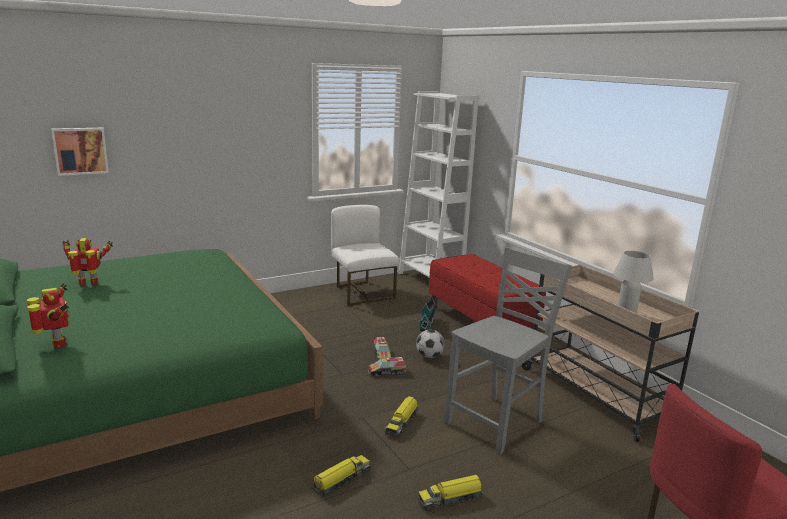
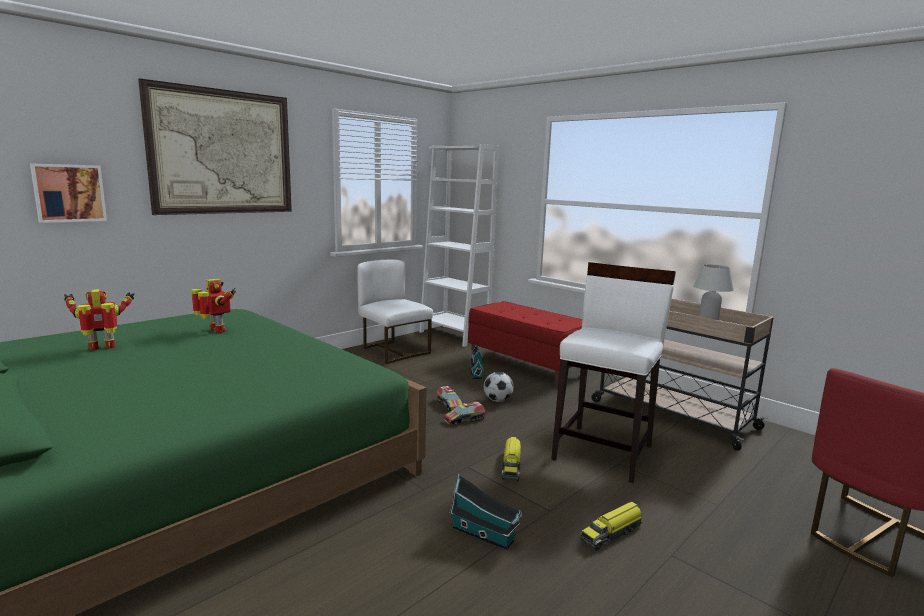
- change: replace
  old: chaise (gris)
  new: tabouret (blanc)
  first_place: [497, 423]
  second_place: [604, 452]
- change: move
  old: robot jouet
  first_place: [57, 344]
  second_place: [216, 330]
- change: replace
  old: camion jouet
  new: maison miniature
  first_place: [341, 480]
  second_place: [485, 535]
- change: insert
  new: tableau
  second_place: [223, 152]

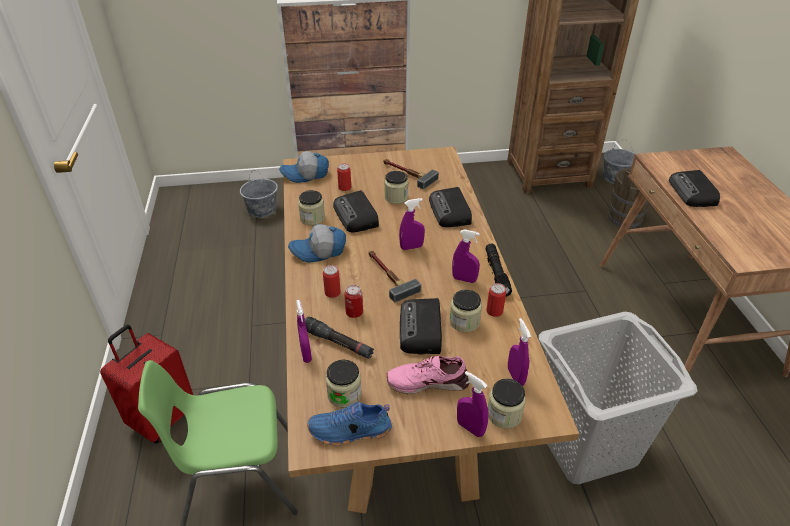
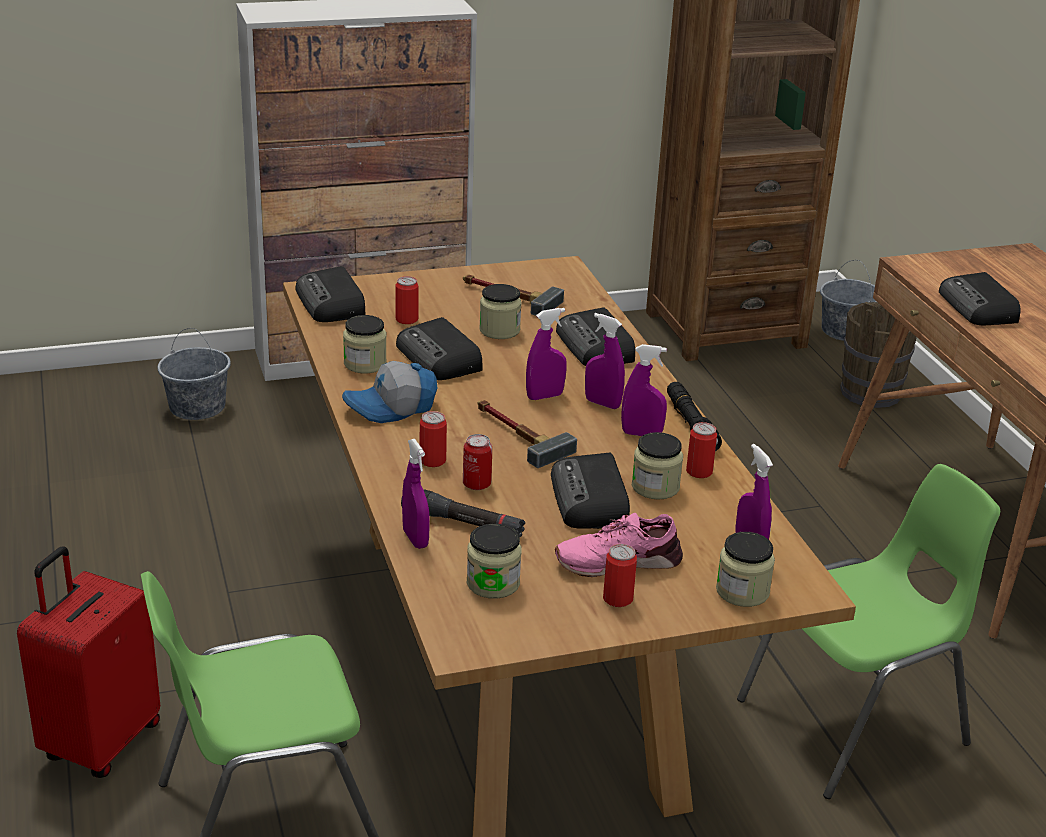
- change: replace
  old: casquette
  new: radio
  first_place: [305, 175]
  second_place: [331, 304]
- change: replace
  old: panier à linge (gris)
  new: chaise (vert)
  first_place: [587, 444]
  second_place: [857, 723]
- change: move
  old: vaporisateur (violet)
  first_place: [470, 428]
  second_place: [602, 403]
- change: delete
  old: chaussure (bleu)
  first_place: [350, 432]
- change: insert
  new: boîte métallique
  second_place: [617, 599]

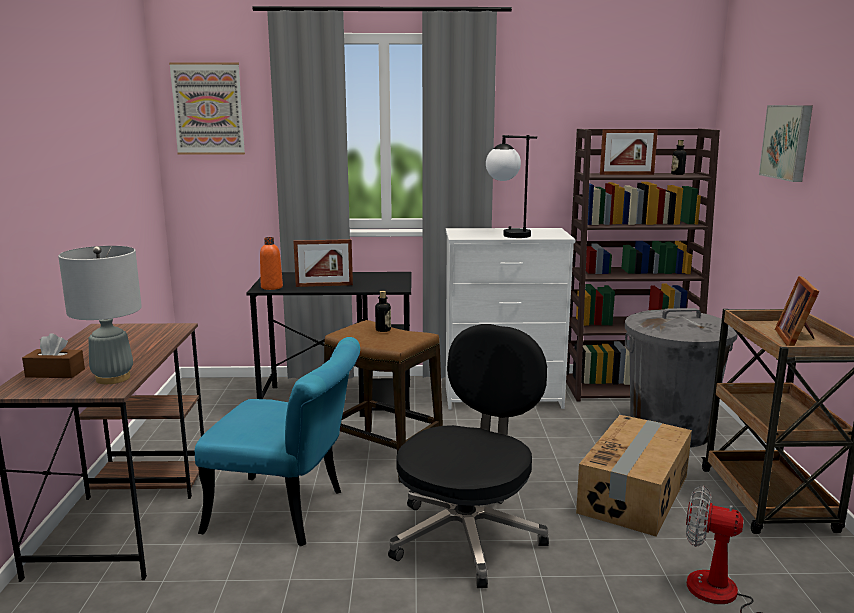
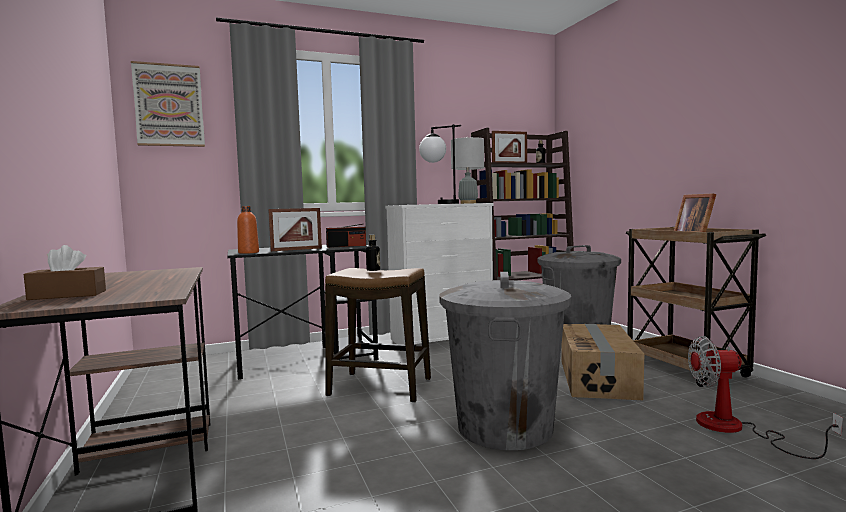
- change: delete
  old: tableau
  first_place: [788, 142]
- change: move
  old: lampe de table (gris)
  first_place: [113, 378]
  second_place: [468, 203]
- change: replace
  old: chaise de bureau (noir)
  new: poubelle (gris)
  first_place: [468, 535]
  second_place: [505, 427]
- change: delete
  old: chaise (turquoise)
  first_place: [289, 512]
- change: insert
  new: radio
  second_place: [346, 246]

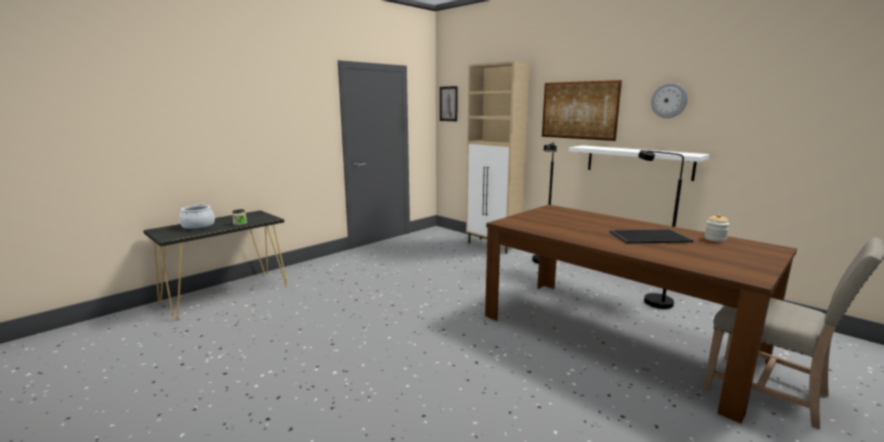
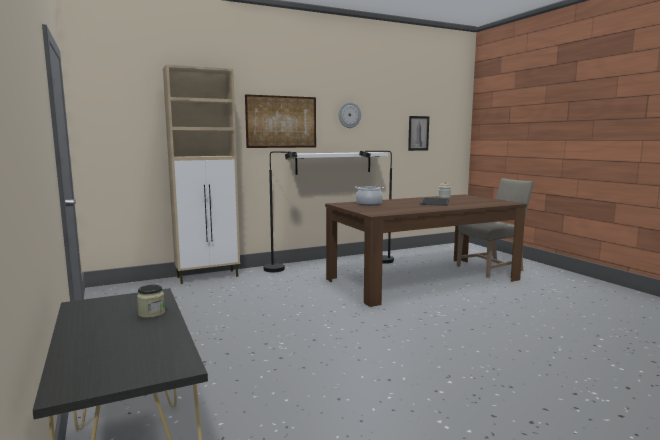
- change: move
  old: tableau
  first_place: [448, 103]
  second_place: [418, 133]
- change: move
  old: marmite
  first_place: [198, 226]
  second_place: [369, 204]

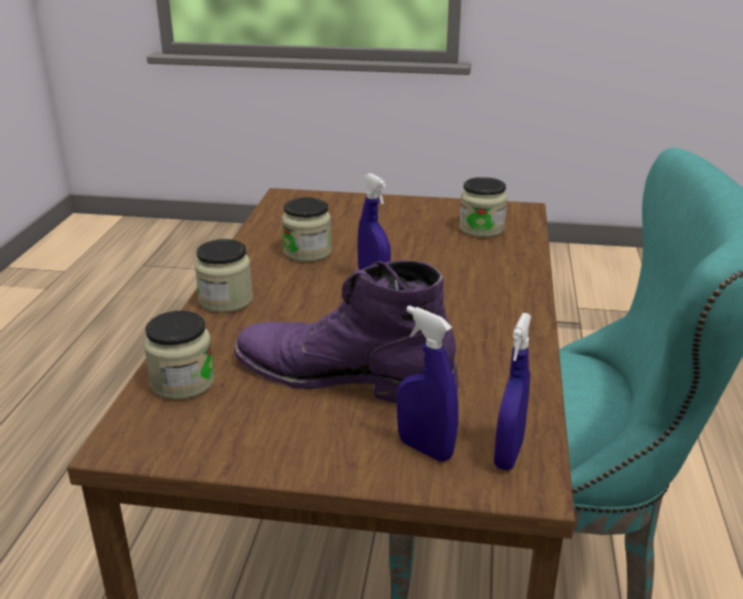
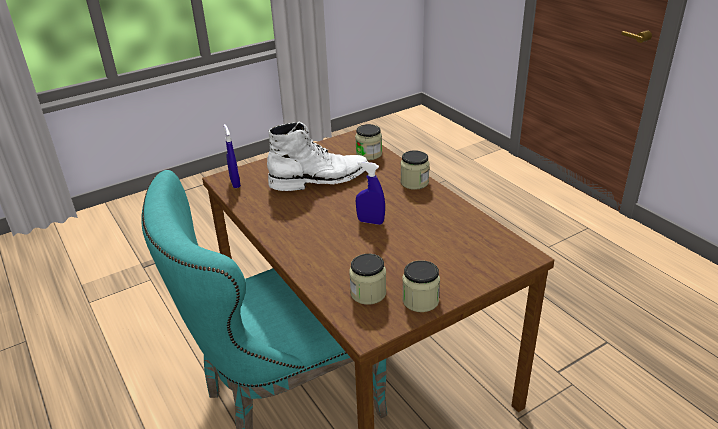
- change: move
  old: bocal
  first_place: [307, 252]
  second_place: [420, 300]
- change: recolor
  old: botte (violet)
  new: botte (blanc)
  first_place: [343, 375]
  second_place: [320, 179]
- change: delete
  old: vaporisateur (bleu)
  first_place: [425, 449]

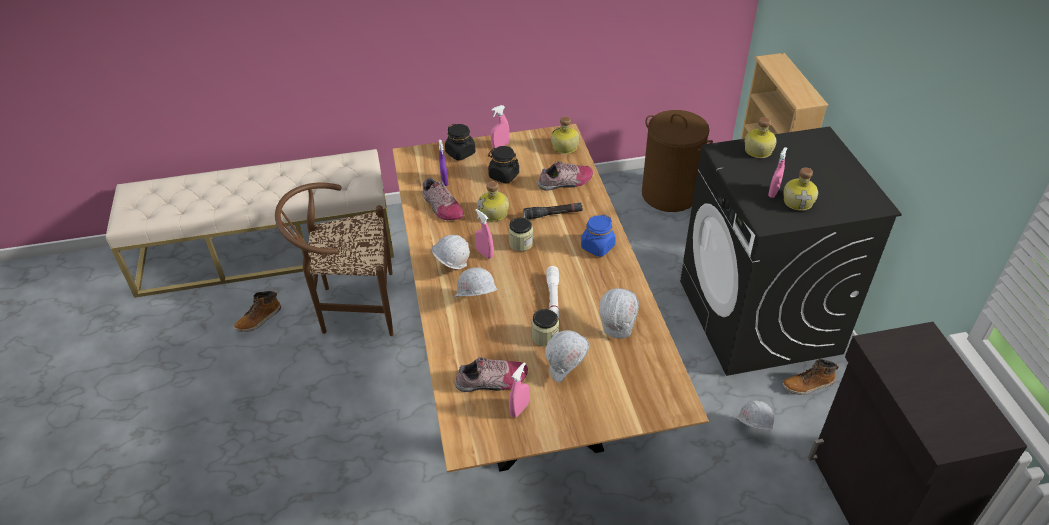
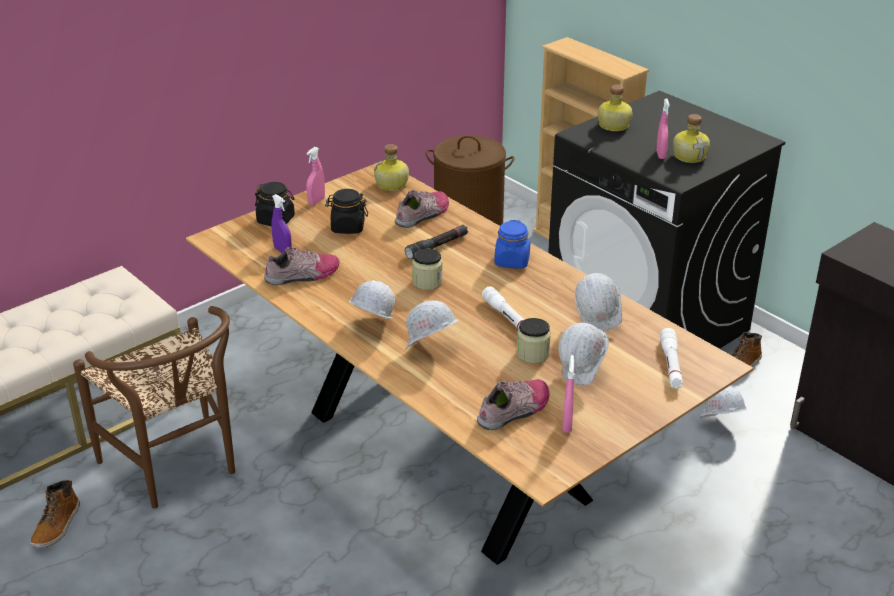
- change: rotate
  old: chaussure
  first_place: [441, 207]
  second_place: [303, 275]
  degrees: -45
- change: delete
  old: bouteille
  first_place: [494, 213]
- change: rotate
  old: chaise (marron)
  first_place: [351, 307]
  second_place: [177, 469]
  degrees: -90
- change: delete
  old: vaporisateur (rose)
  first_place: [484, 253]
- change: insert
  new: lampe de poche (blanc)
  second_place: [671, 364]

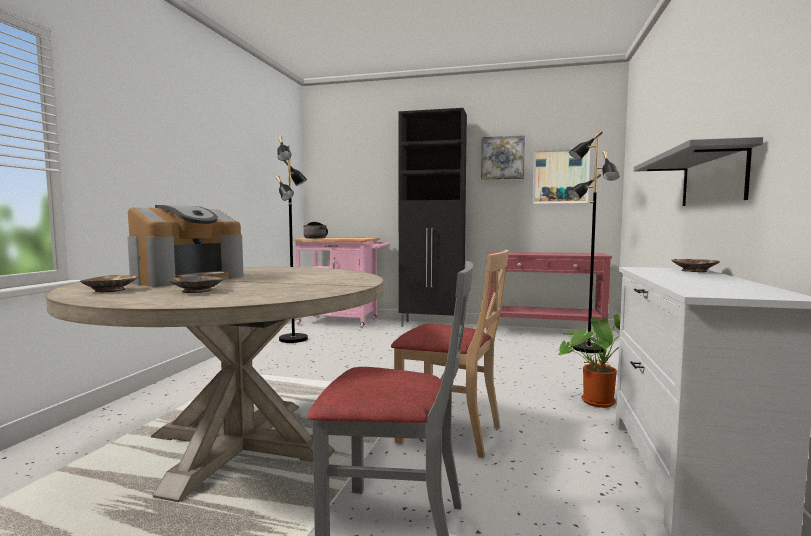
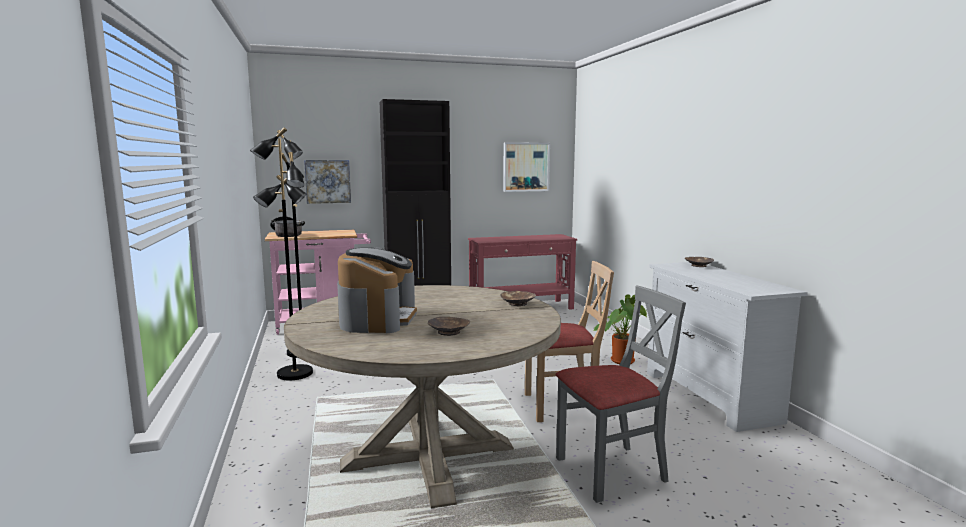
- change: move
  old: lampadaire (noir)
  first_place: [587, 349]
  second_place: [294, 374]
- change: move
  old: tableau
  first_place: [502, 158]
  second_place: [328, 181]
- change: delete
  old: étagère (gris)
  first_place: [712, 178]
- change: move
  old: bol (marron)
  first_place: [111, 290]
  second_place: [518, 303]

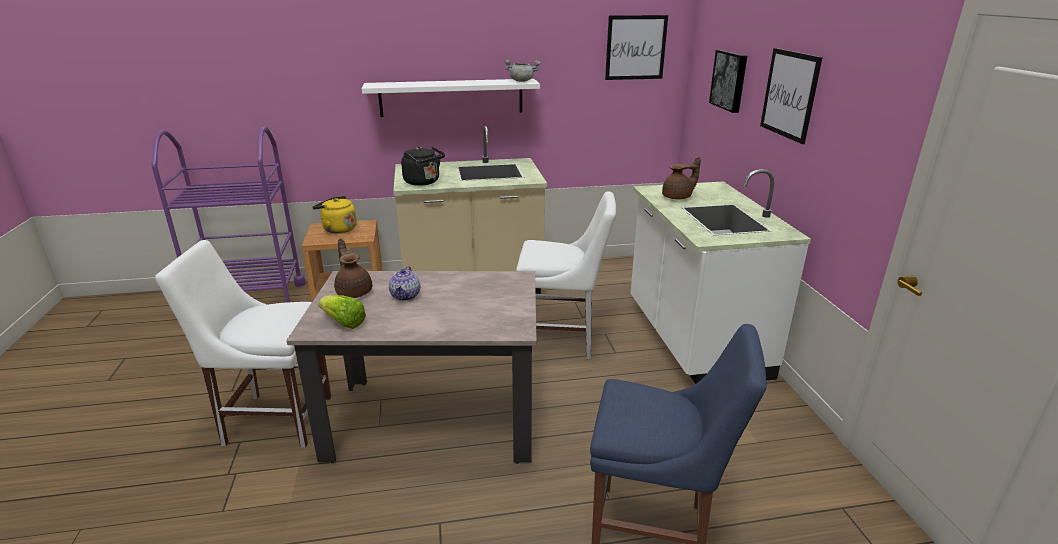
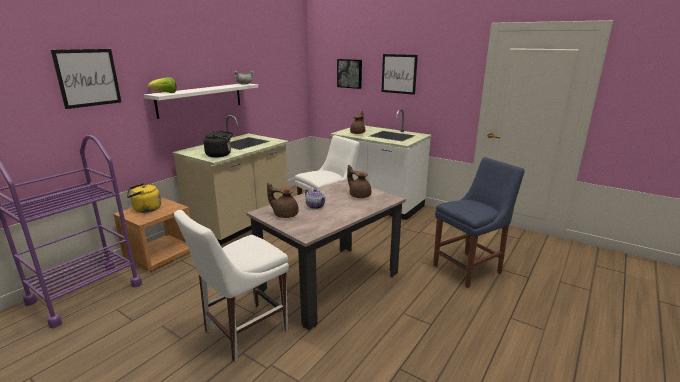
- change: move
  old: tableau
  first_place: [635, 47]
  second_place: [88, 78]
- change: move
  old: laitue
  first_place: [343, 323]
  second_place: [165, 93]
- change: insert
  new: théière (marron)
  second_place: [359, 195]

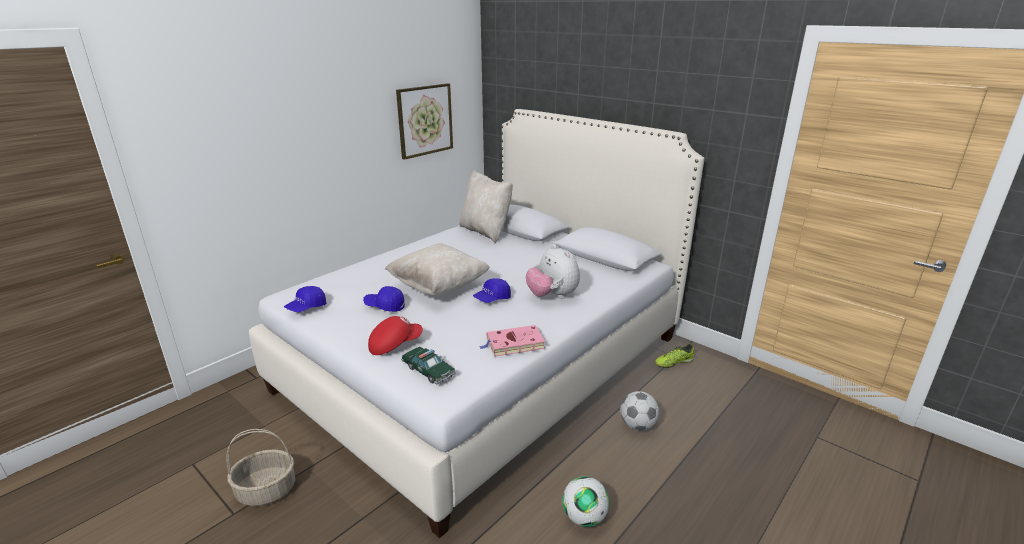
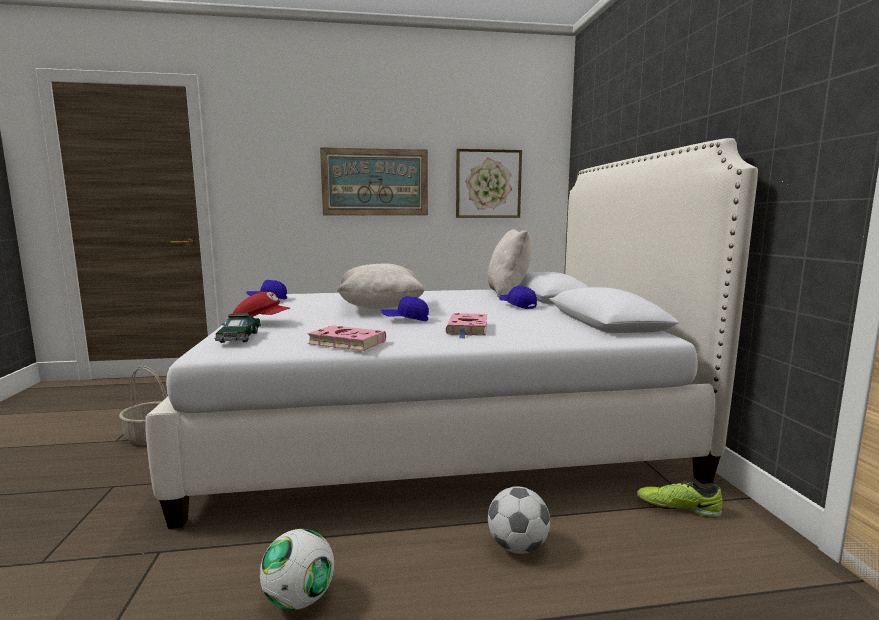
- change: replace
  old: peluche
  new: livre (rose)
  first_place: [552, 296]
  second_place: [468, 329]
- change: move
  old: casquette (bleu)
  first_place: [385, 306]
  second_place: [517, 306]
- change: insert
  new: tableau
  second_place: [375, 182]

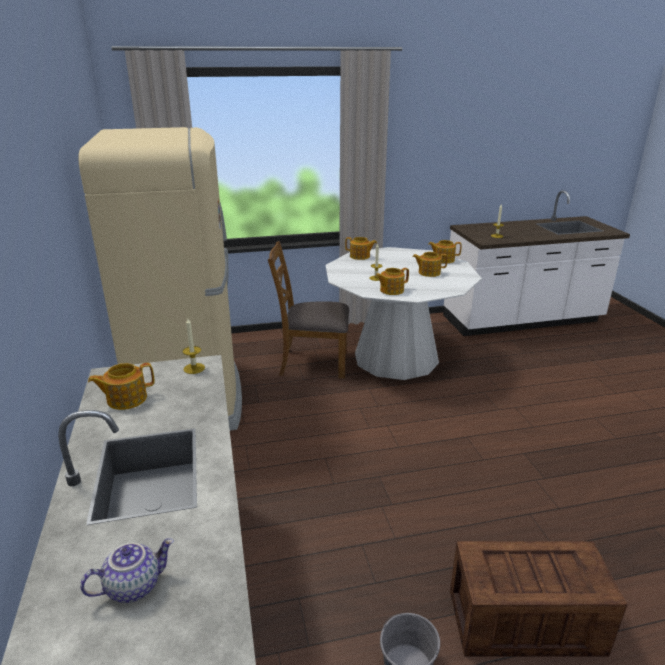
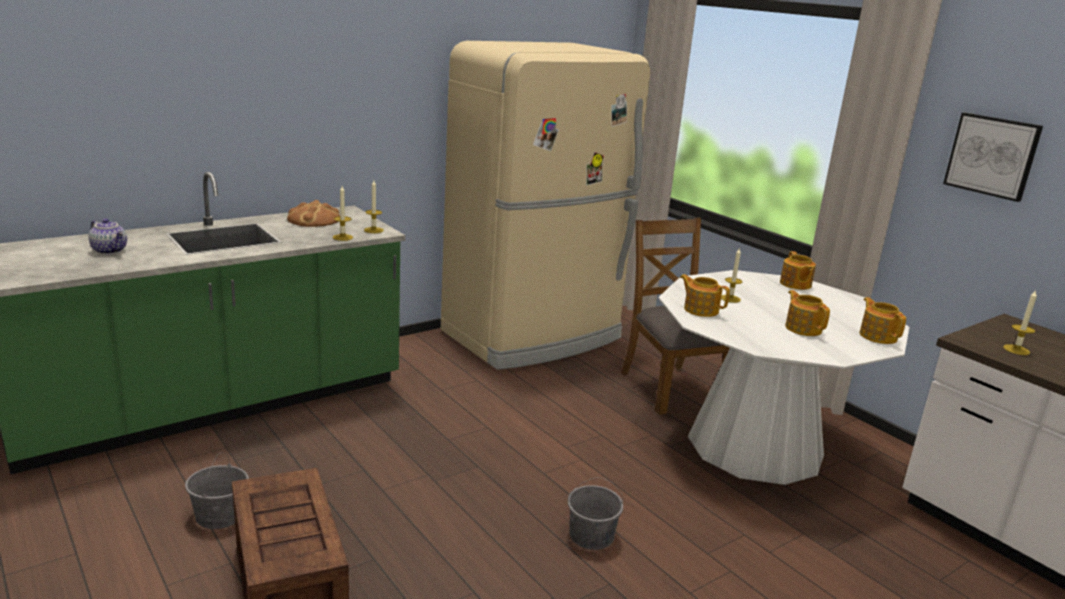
- change: replace
  old: théière
  new: pain
  first_place: [126, 399]
  second_place: [314, 219]
- change: insert
  new: tableau
  second_place: [992, 156]
- change: insert
  new: bougie
  second_place: [342, 237]
- change: insert
  new: seau (gris)
  second_place: [592, 536]

